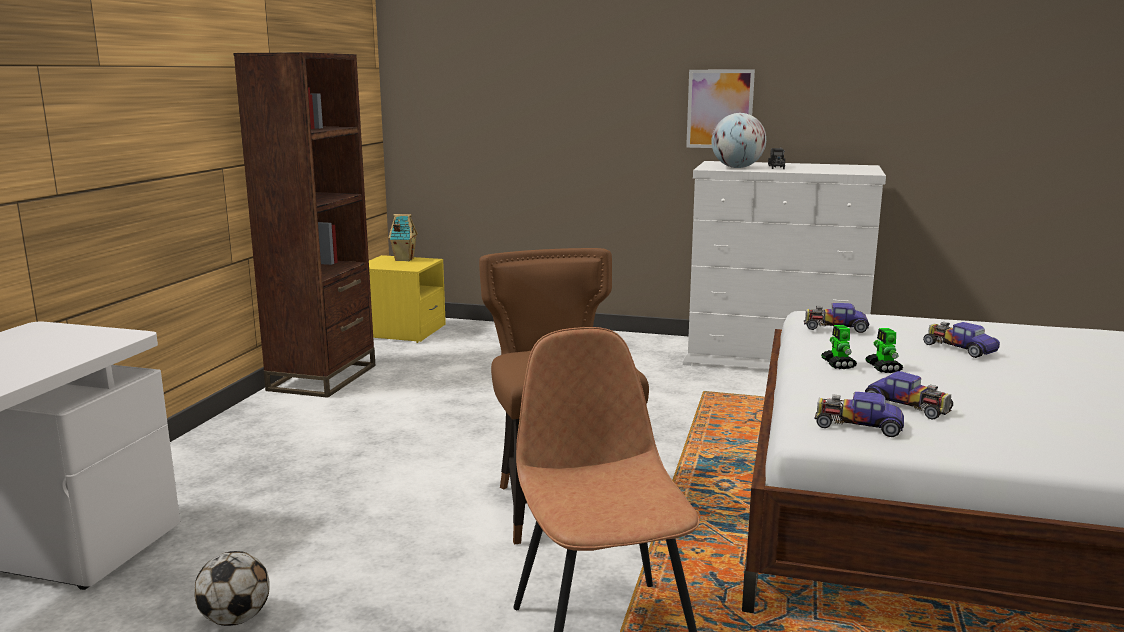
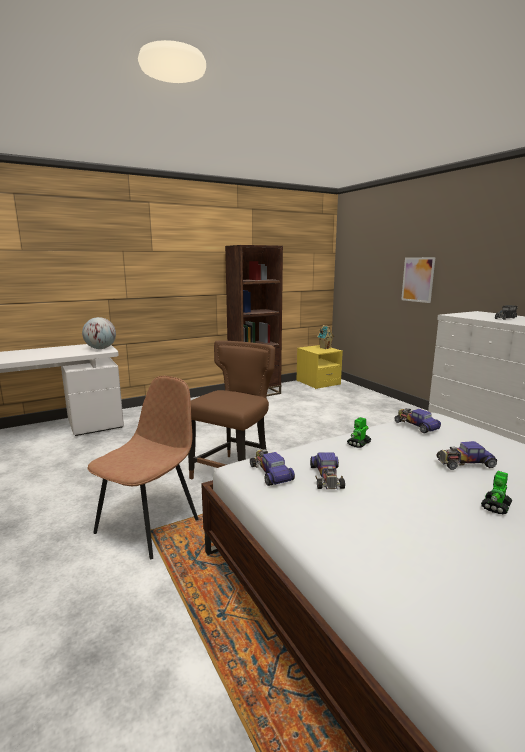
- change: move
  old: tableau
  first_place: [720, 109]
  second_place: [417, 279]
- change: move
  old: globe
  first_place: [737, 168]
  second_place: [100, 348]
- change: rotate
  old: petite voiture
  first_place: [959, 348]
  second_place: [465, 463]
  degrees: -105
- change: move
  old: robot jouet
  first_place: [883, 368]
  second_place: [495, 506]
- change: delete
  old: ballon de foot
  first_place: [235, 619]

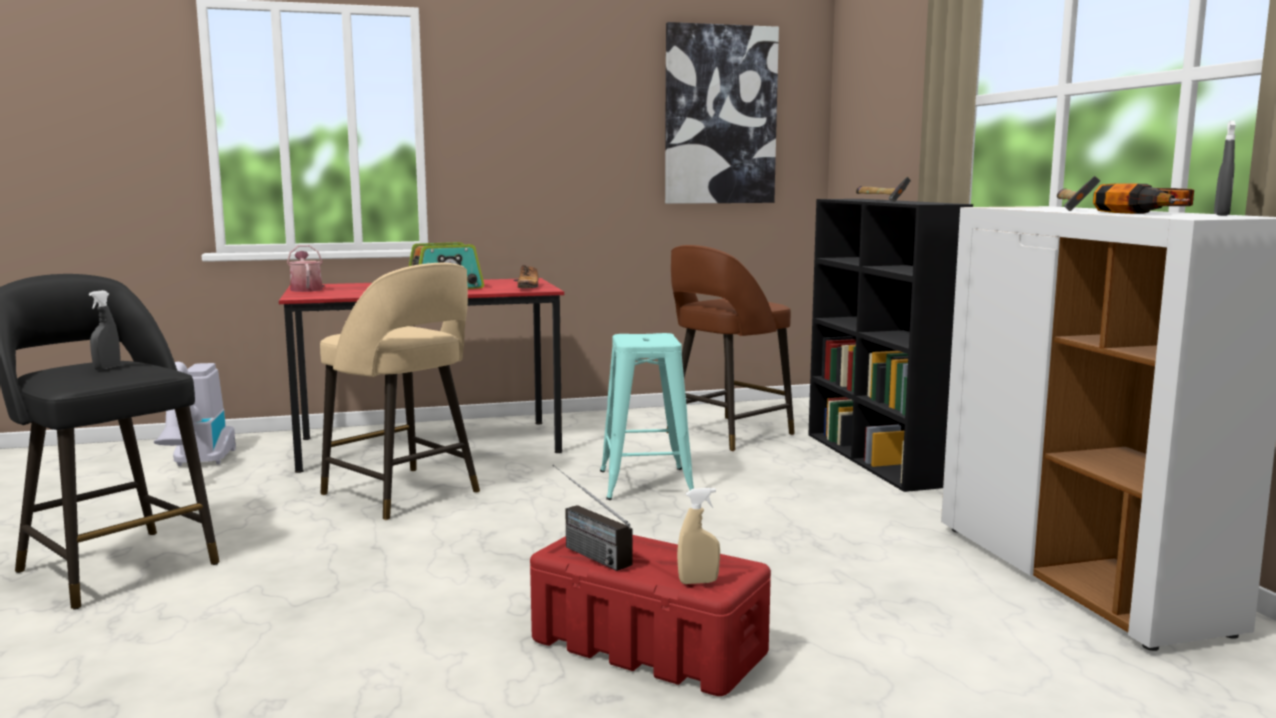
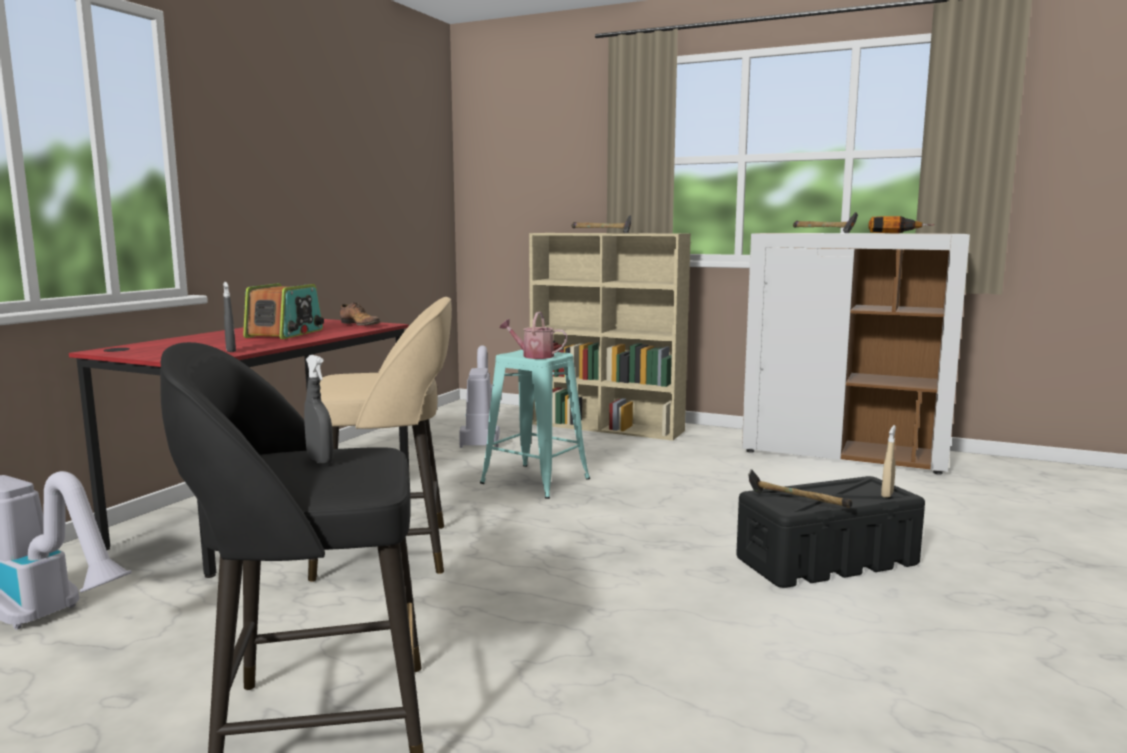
- change: delete
  old: tableau
  first_place: [720, 115]
- change: move
  old: vaporisateur (gris)
  first_place: [1221, 215]
  second_place: [231, 350]
- change: recolor
  old: bibliothèque (noir)
  new: bibliothèque (beige)
  first_place: [876, 459]
  second_place: [608, 427]
- change: move
  old: arrosoir
  first_place: [306, 289]
  second_place: [533, 356]
- change: replace
  old: tabouret (marron)
  new: aspirateur
  first_place: [726, 434]
  second_place: [481, 436]
- change: replace
  old: radio
  new: marteau
  first_place: [582, 550]
  second_place: [795, 503]
- change: recolor
  old: boîte de rangement (rouge)
  new: boîte de rangement (noir)
  first_place: [649, 647]
  second_place: [828, 561]

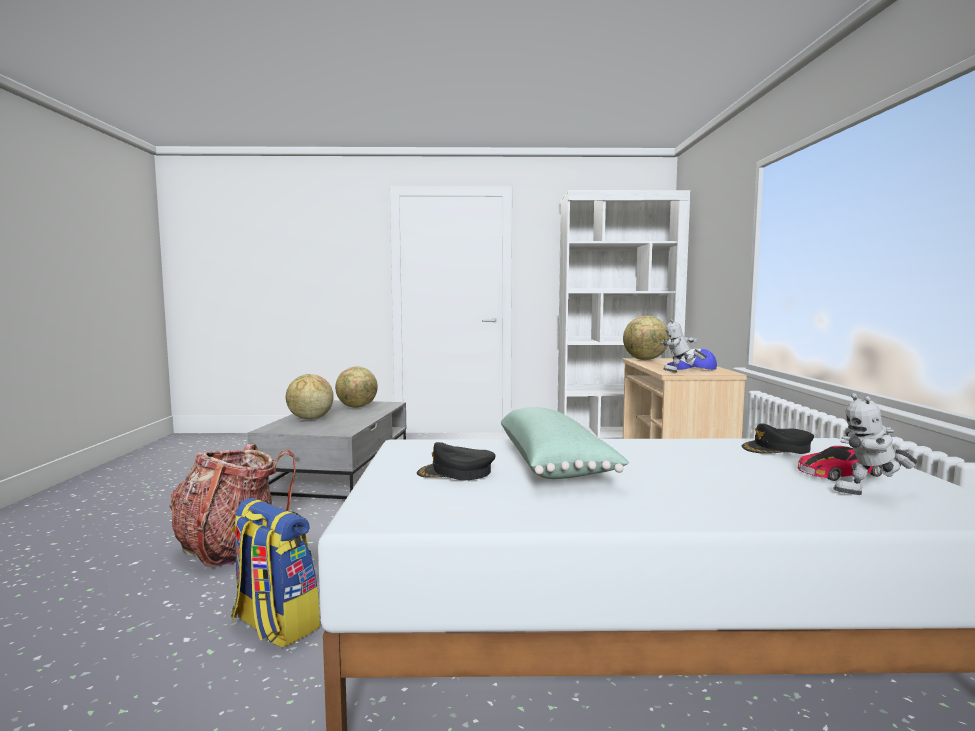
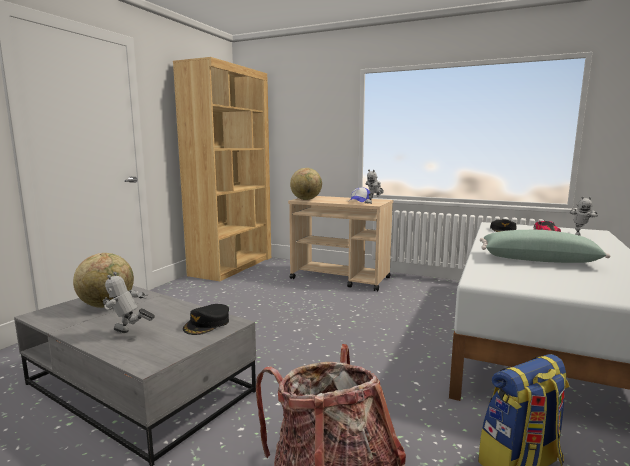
- change: recolor
  old: bibliothèque (blanc)
  new: bibliothèque (marron)
  first_place: [616, 438]
  second_place: [232, 266]
- change: replace
  old: globe
  new: robot jouet
  first_place: [310, 419]
  second_place: [129, 334]
- change: move
  old: casquette (noir)
  first_place: [456, 472]
  second_place: [207, 324]

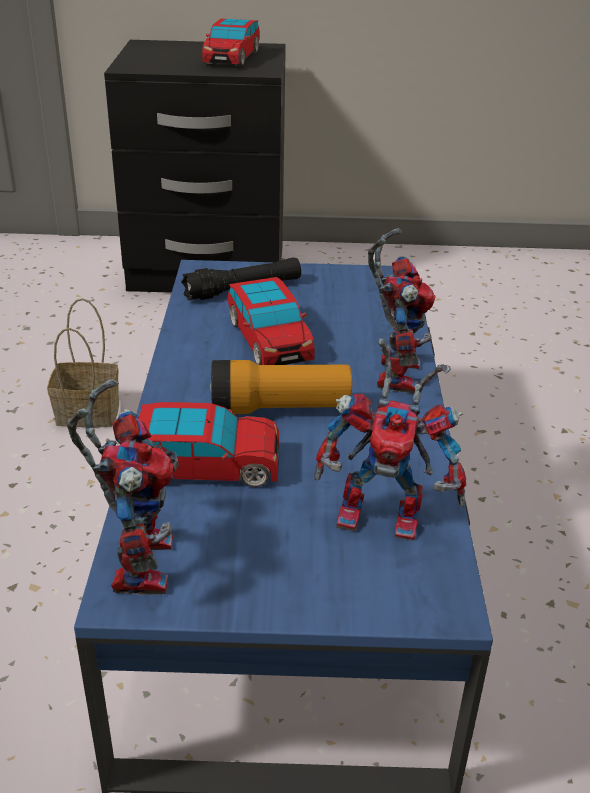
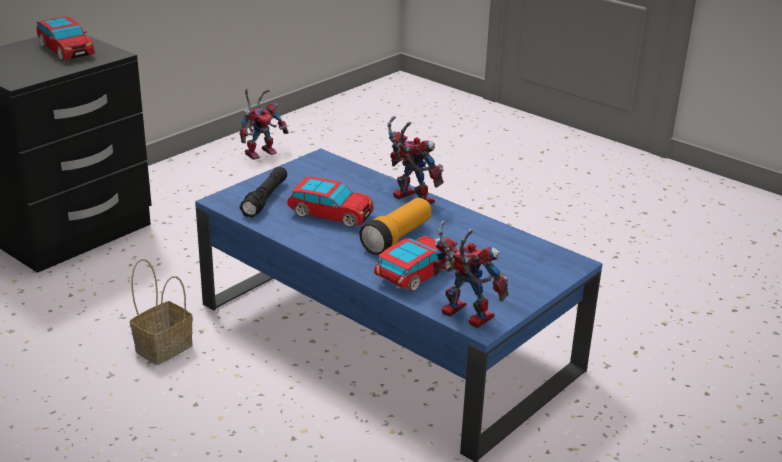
- change: move
  old: robot jouet
  first_place: [387, 515]
  second_place: [261, 152]

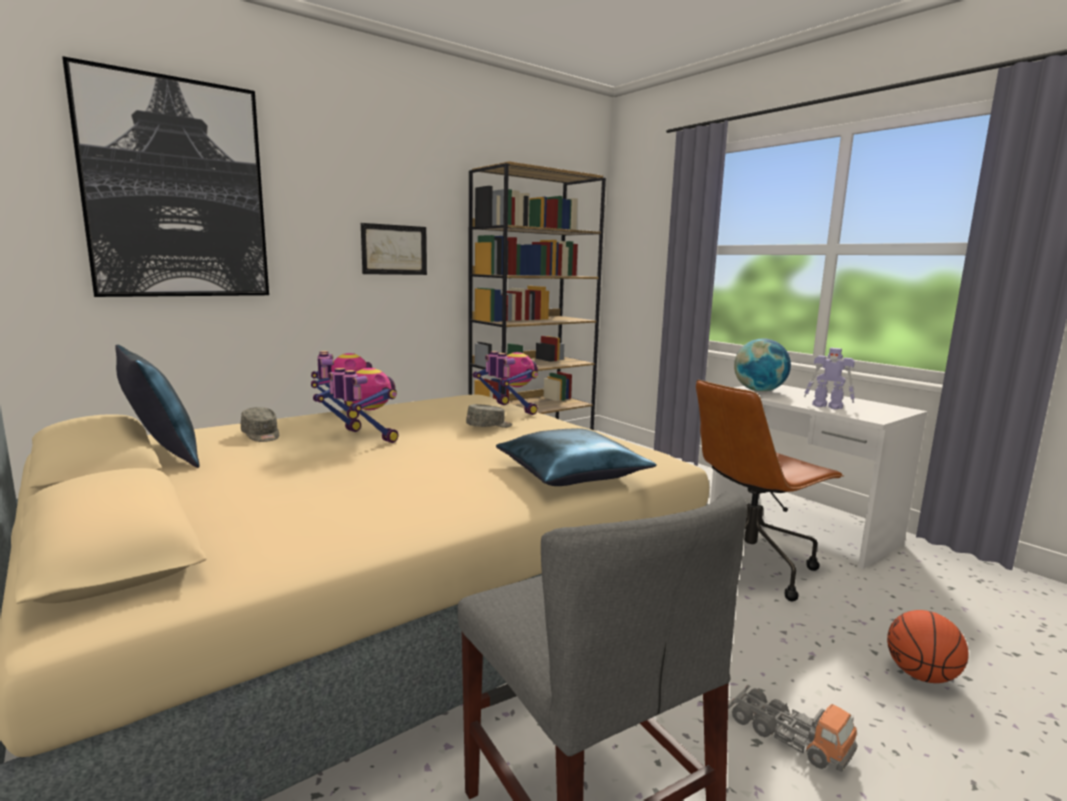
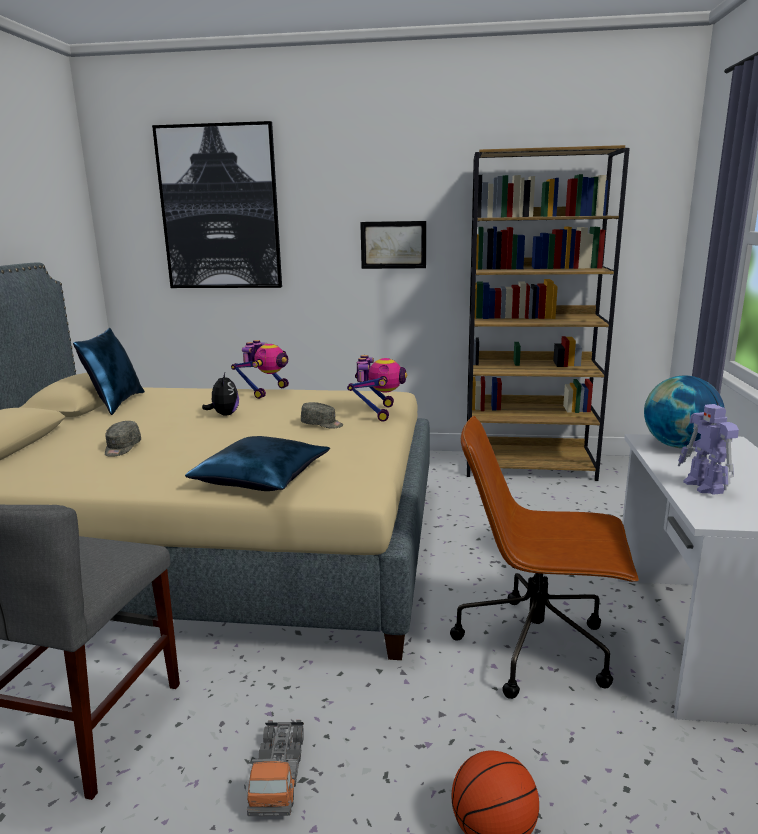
- change: replace
  old: robot jouet
  new: peluche
  first_place: [363, 438]
  second_place: [224, 414]
- change: move
  old: casquette (gris)
  first_place: [261, 435]
  second_place: [122, 448]

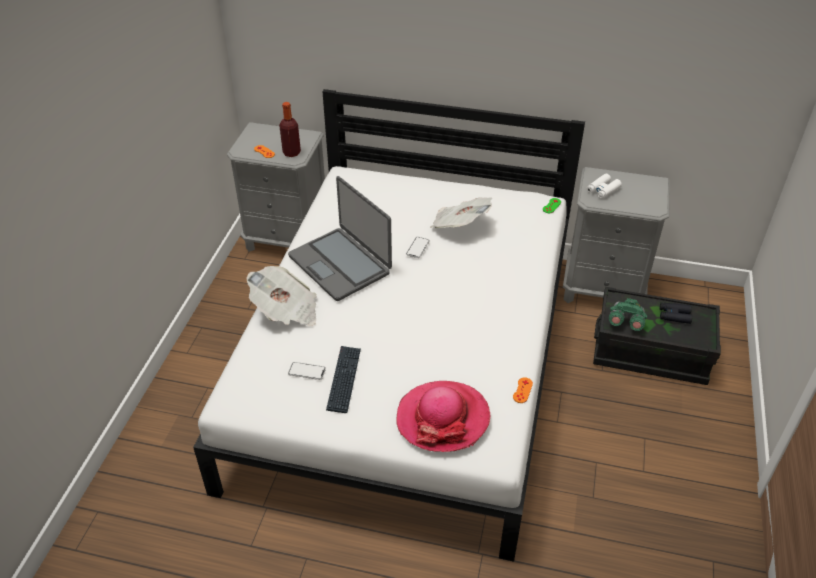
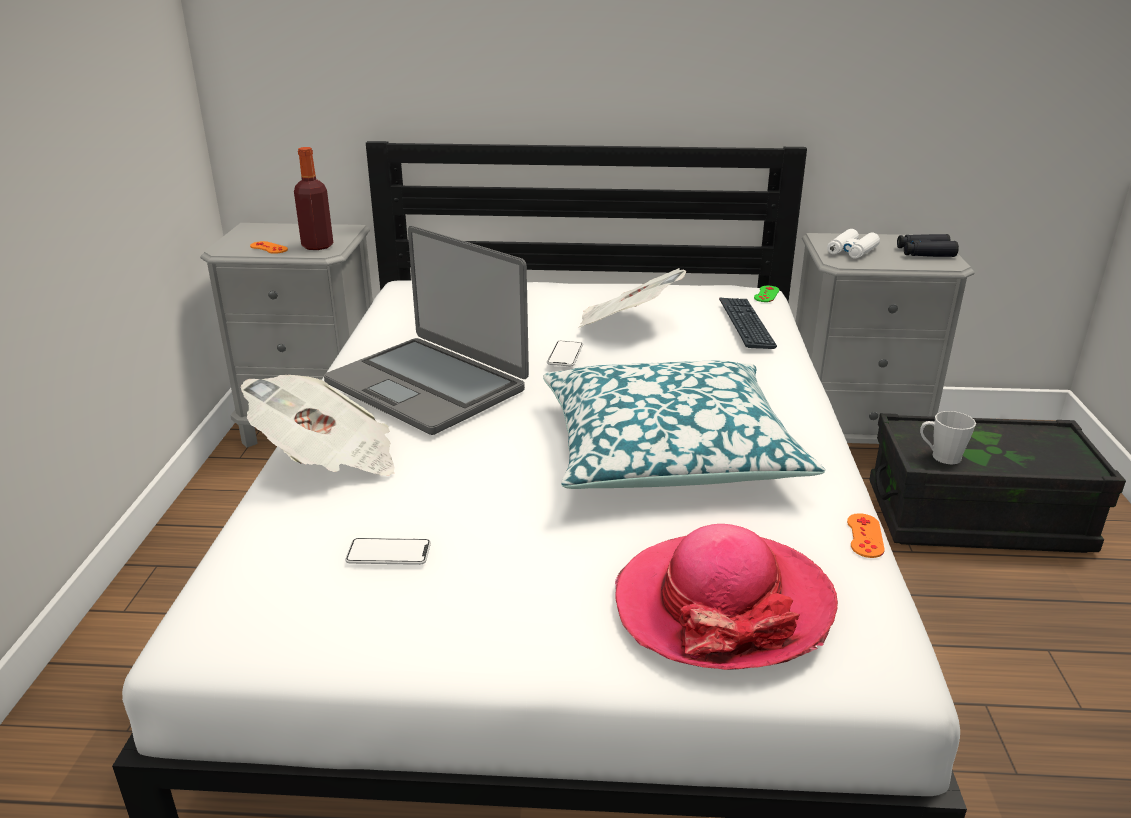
- change: replace
  old: jumelles (vert)
  new: mug (gris)
  first_place: [625, 322]
  second_place: [940, 456]
- change: move
  old: jumelles (noir)
  first_place: [674, 316]
  second_place: [925, 252]
- change: move
  old: clavier
  first_place: [344, 379]
  second_place: [746, 324]
- change: insert
  new: coussin
  second_place: [668, 451]

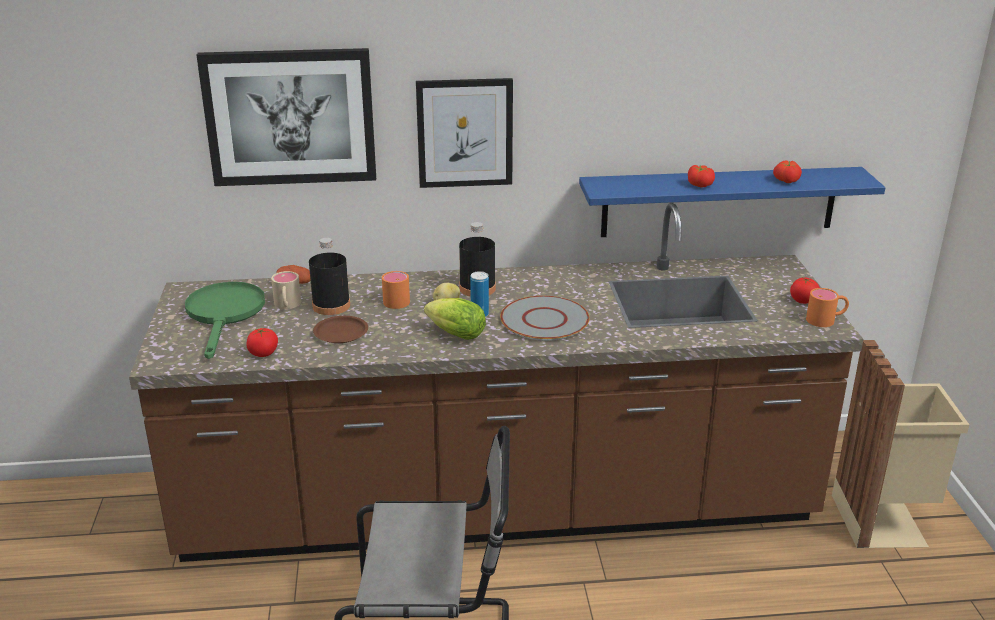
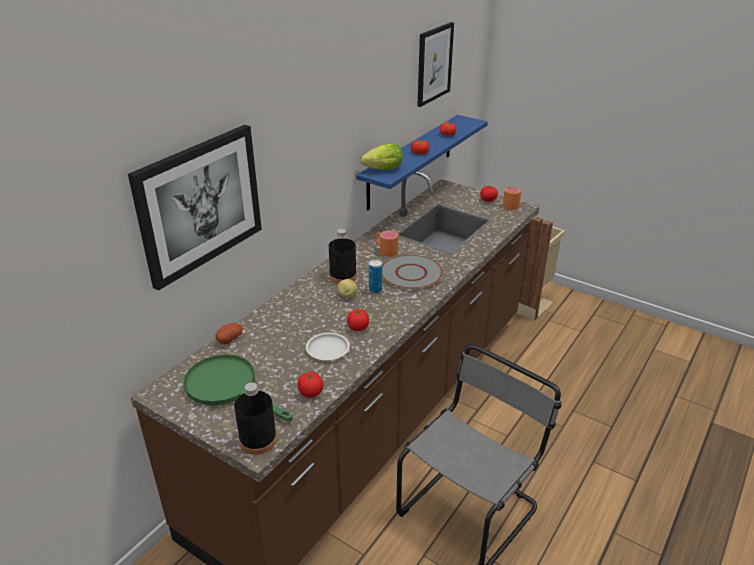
- change: move
  old: tableau
  first_place: [465, 133]
  second_place: [434, 64]
- change: move
  old: bouteille (noir)
  first_place: [331, 306]
  second_place: [258, 440]
- change: delete
  old: mug (beige)
  first_place: [287, 305]
- change: move
  old: mug (orange)
  first_place: [396, 299]
  second_place: [385, 250]
- change: move
  old: laitue
  first_place: [453, 334]
  second_place: [381, 170]
- change: recolor
  old: assiette (marron)
  new: assiette (blanc)
  first_place: [341, 333]
  second_place: [328, 349]
- change: insert
  new: tomate
  second_place: [358, 327]

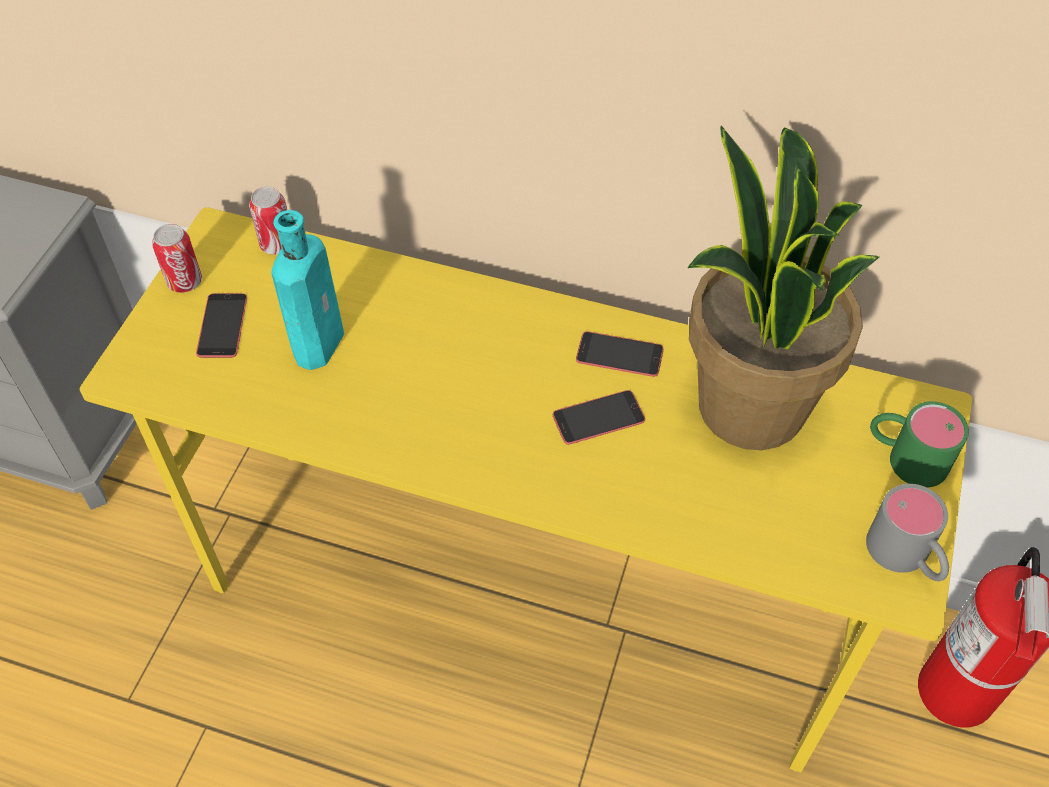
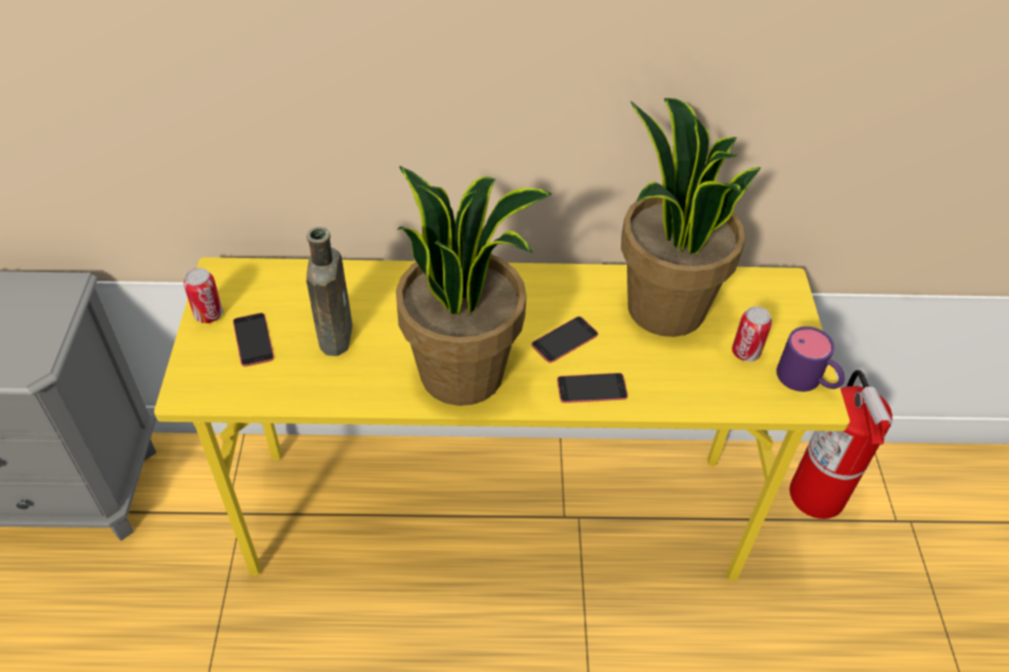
- change: move
  old: boîte métallique
  first_place: [277, 244]
  second_place: [745, 352]
- change: recolor
  old: bouteille (turquoise)
  new: bouteille (marron)
  first_place: [320, 341]
  second_place: [336, 334]
- change: move
  old: téléphone
  first_place: [619, 355]
  second_place: [592, 388]
- change: delete
  old: mug (vert)
  first_place: [905, 457]
- change: recolor
  old: mug (gris)
  new: mug (violet)
  first_place: [906, 557]
  second_place: [807, 380]
- change: insert
  new: plante en pot
  second_place: [463, 372]

